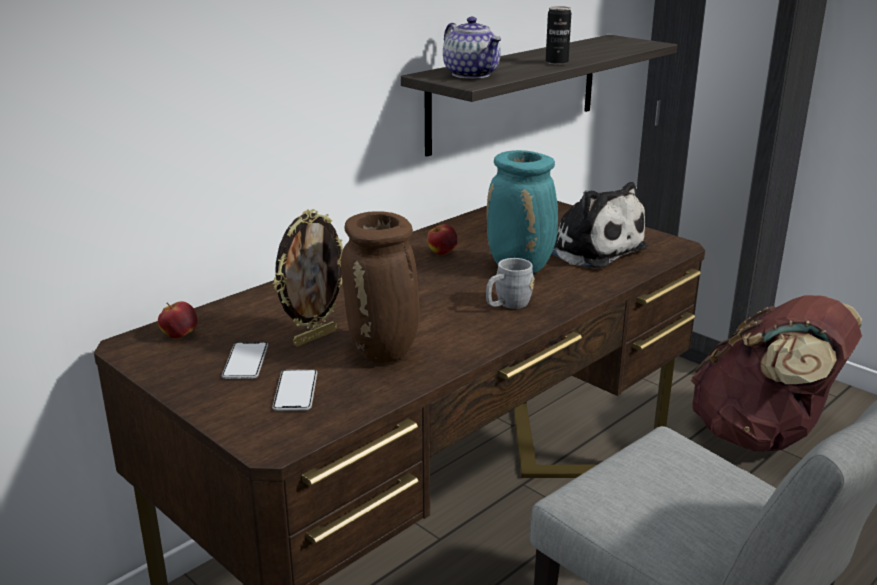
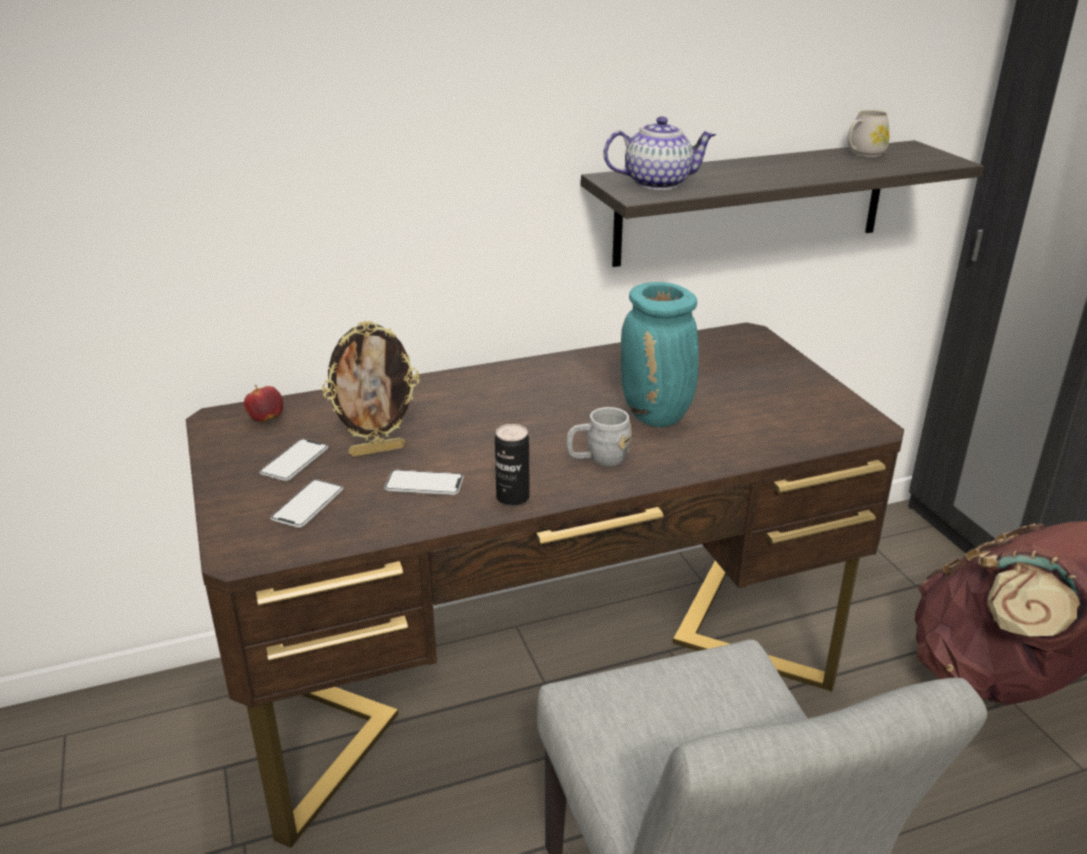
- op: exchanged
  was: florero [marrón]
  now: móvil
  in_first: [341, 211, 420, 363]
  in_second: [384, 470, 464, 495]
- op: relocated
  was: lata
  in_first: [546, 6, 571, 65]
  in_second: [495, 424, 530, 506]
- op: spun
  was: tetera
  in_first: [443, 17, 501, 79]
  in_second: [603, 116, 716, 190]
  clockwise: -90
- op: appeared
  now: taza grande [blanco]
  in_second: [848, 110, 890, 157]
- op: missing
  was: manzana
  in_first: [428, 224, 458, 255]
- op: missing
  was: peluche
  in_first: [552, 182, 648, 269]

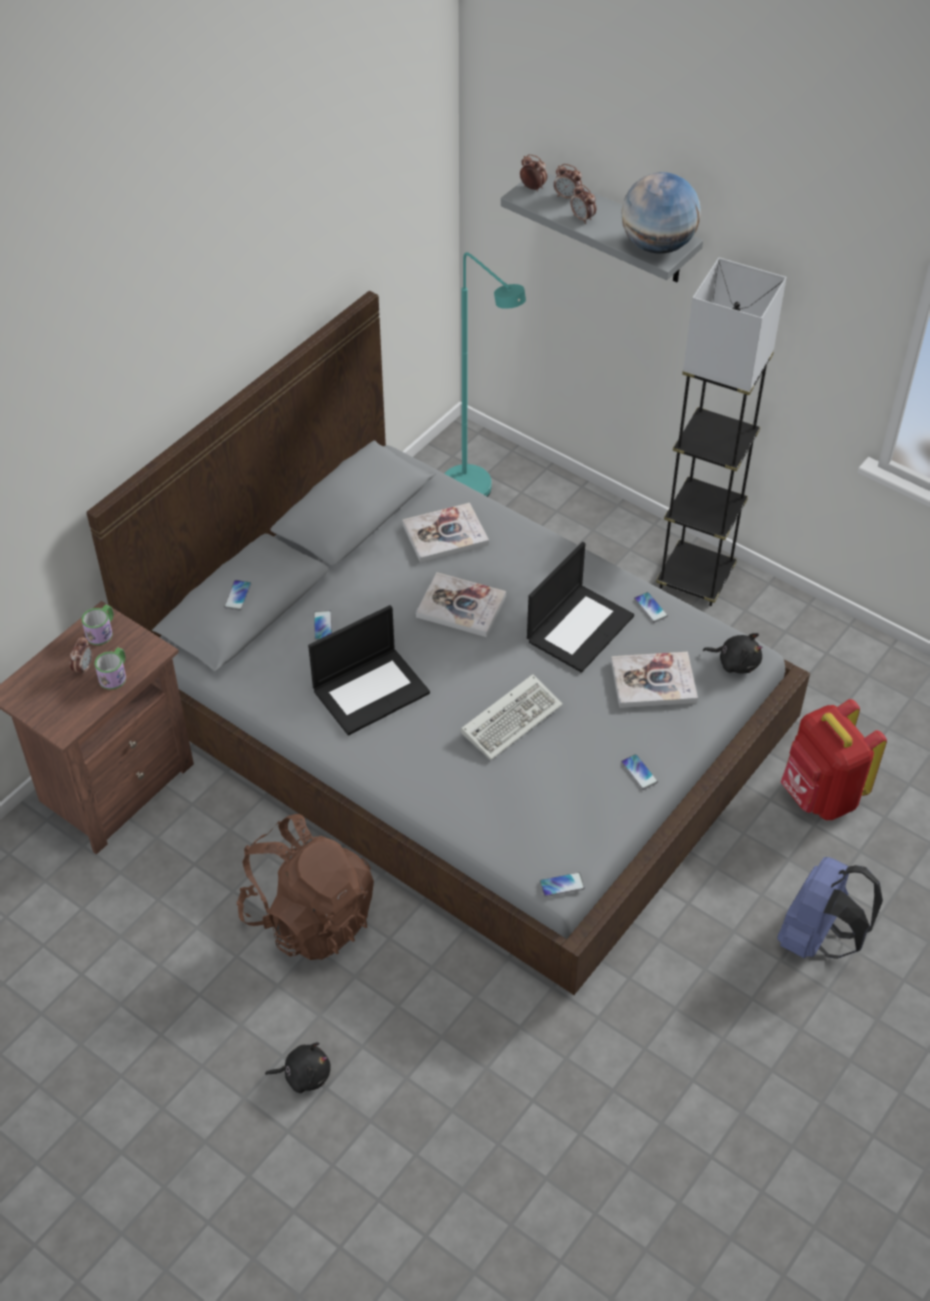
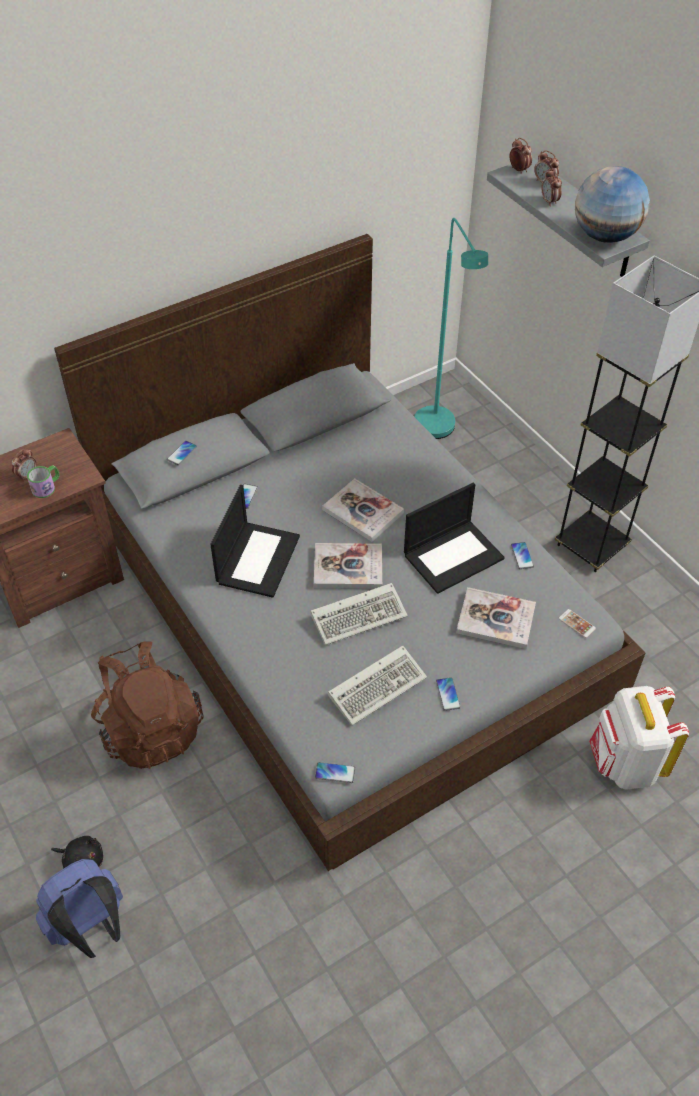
- op: relocated
  was: mochila [azul]
  in_first: [777, 857, 883, 959]
  in_second: [36, 859, 123, 958]
- op: spun
  was: portátil
  in_first: [308, 605, 430, 736]
  in_second: [210, 485, 300, 598]
  clockwise: -60
- op: relocated
  was: libro
  in_first: [402, 503, 489, 563]
  in_second: [314, 543, 382, 589]
- op: appeared
  now: teclado
  in_second: [328, 646, 427, 725]
- op: exchanged
  was: peluche [negro]
  now: móvil
  in_first: [703, 633, 762, 673]
  in_second: [559, 609, 596, 638]
- op: colour
  was: mochila [rojo]
  now: mochila [blanco]
  in_first: [781, 699, 887, 820]
  in_second: [589, 686, 689, 790]
- op: missing
  was: taza grande
  in_first: [81, 605, 114, 645]

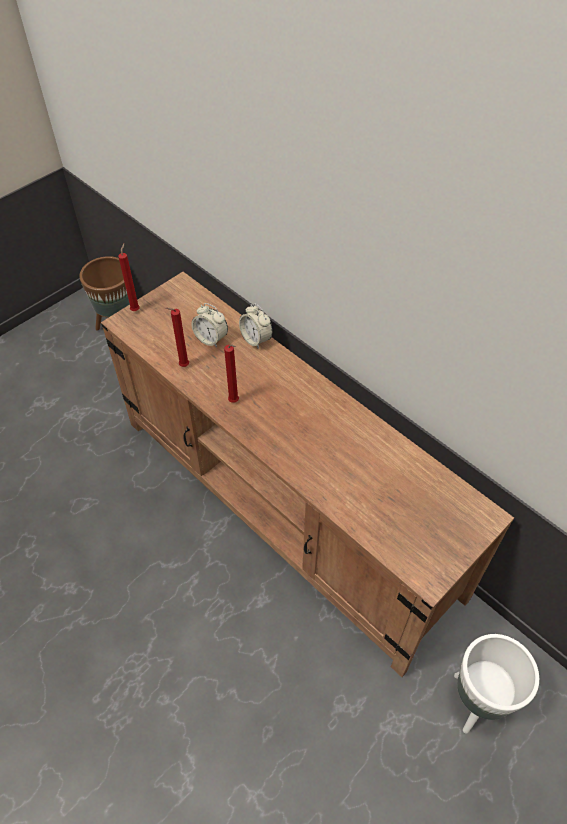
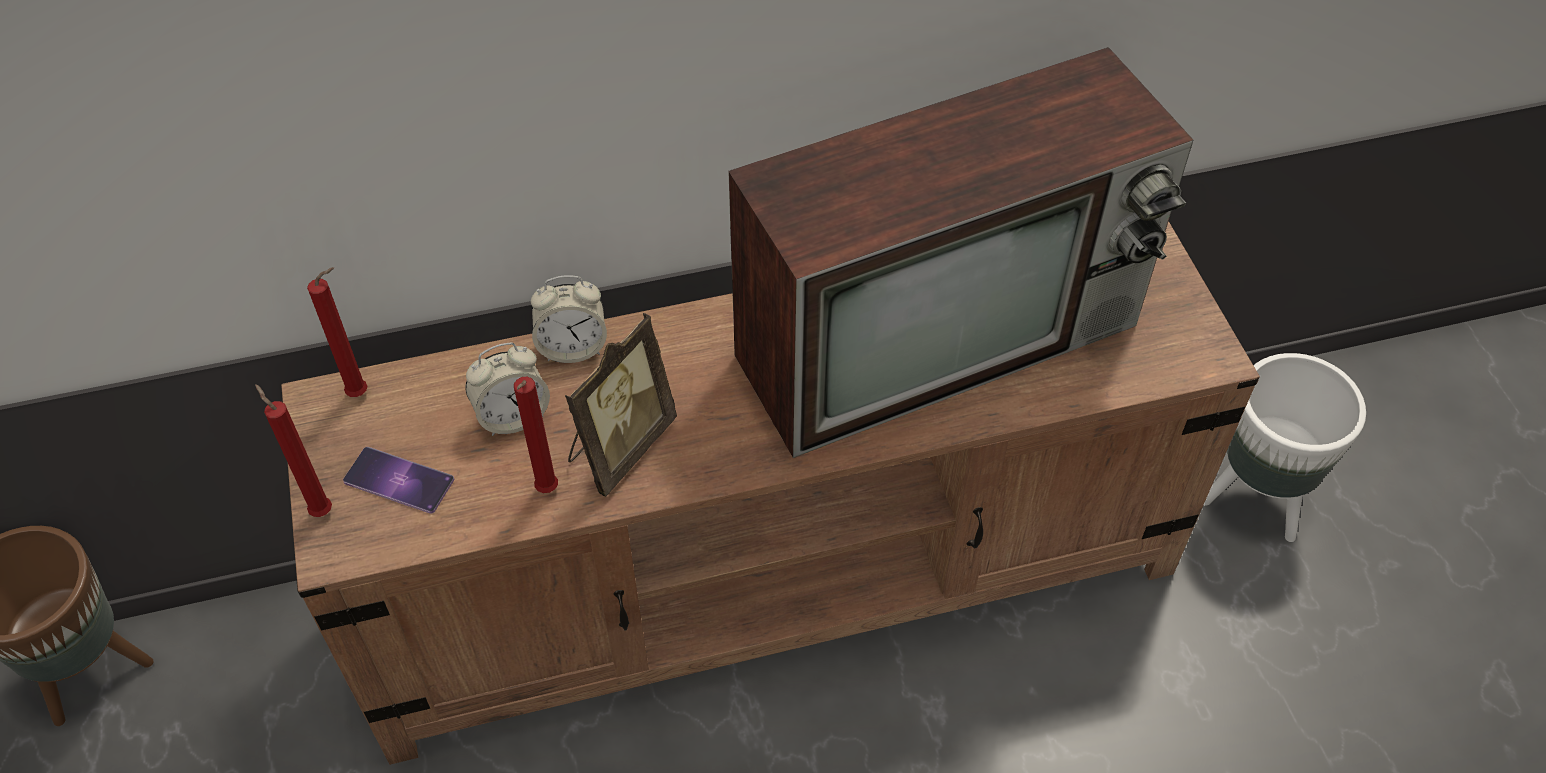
- op: relocated
  was: vela [rojo]
  in_first: [224, 344, 239, 403]
  in_second: [307, 267, 367, 397]
- op: appeared
  now: móvil
  in_second: [343, 447, 454, 514]
- op: appeared
  now: portarretratos
  in_second: [565, 313, 677, 497]
- op: appeared
  now: televisor
  in_second: [728, 47, 1193, 458]

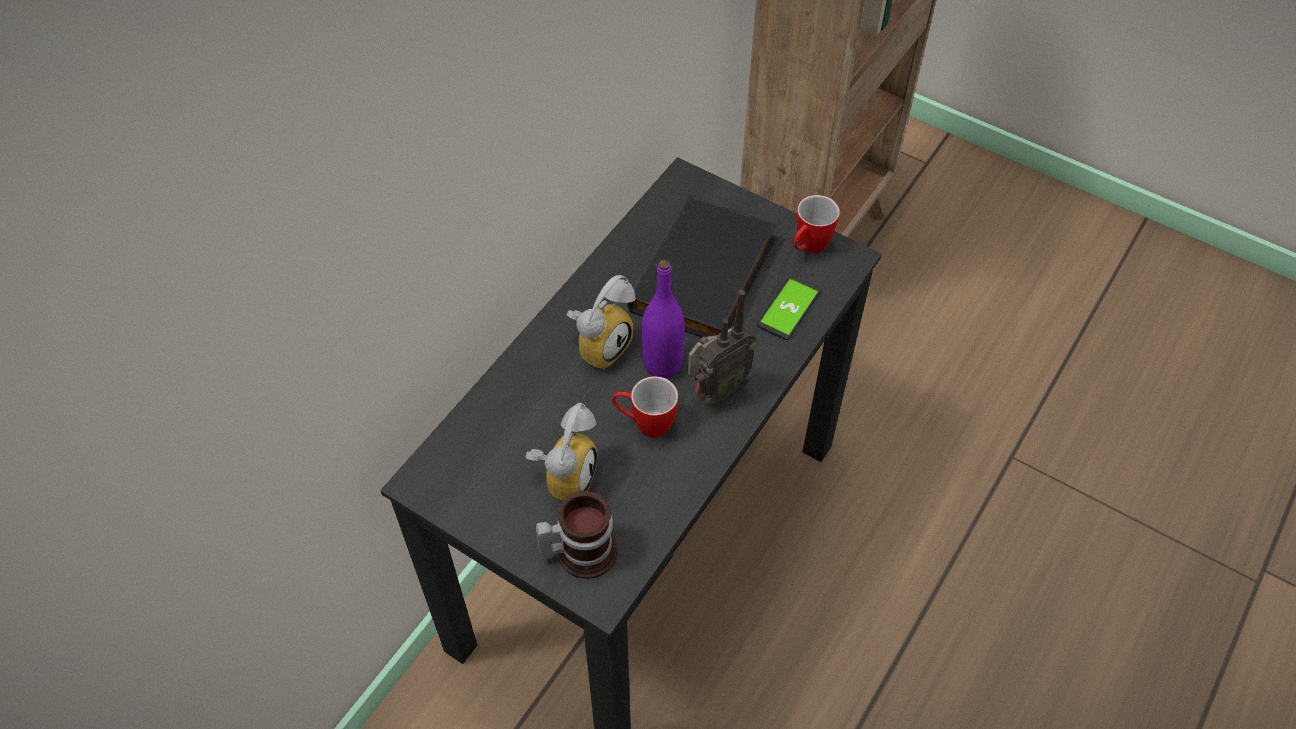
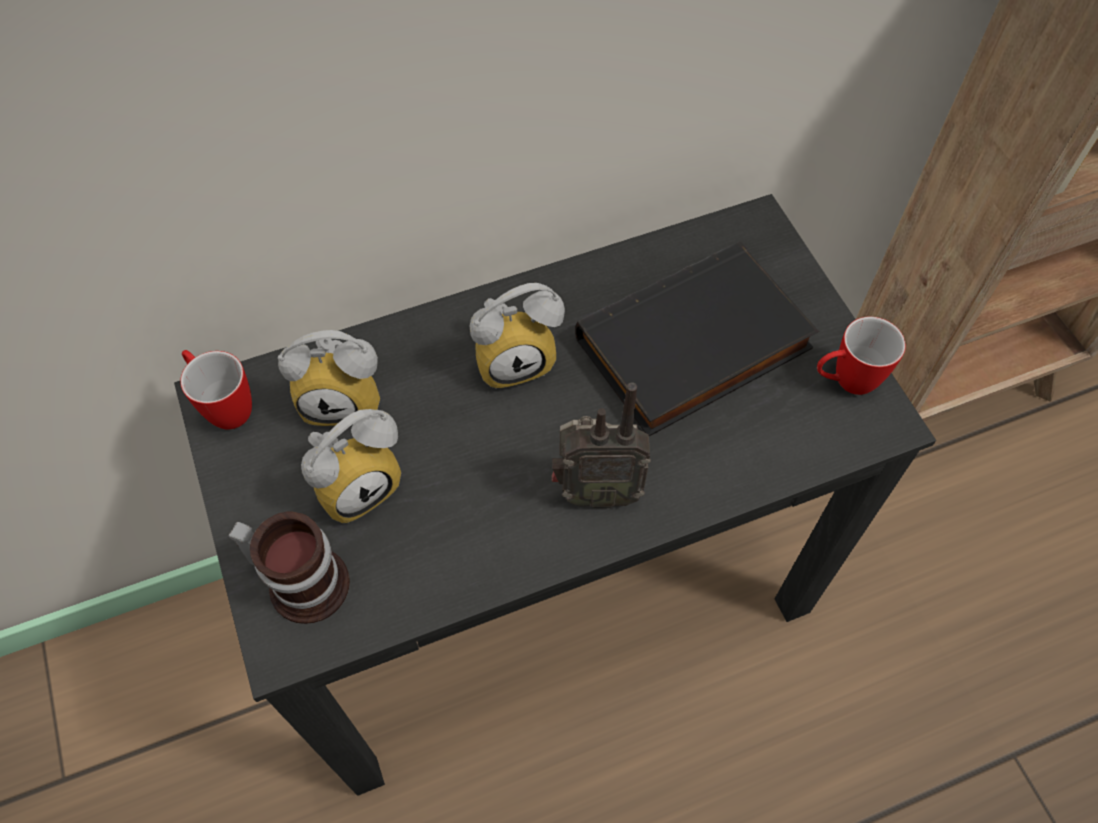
- op: relocated
  was: taza grande
  in_first: [612, 376, 678, 438]
  in_second: [180, 350, 252, 429]
- op: appeared
  now: despertador
  in_second: [278, 330, 380, 426]
- op: missing
  was: botella [morado]
  in_first: [642, 260, 685, 378]
- op: missing
  was: móvil
  in_first: [757, 276, 821, 340]

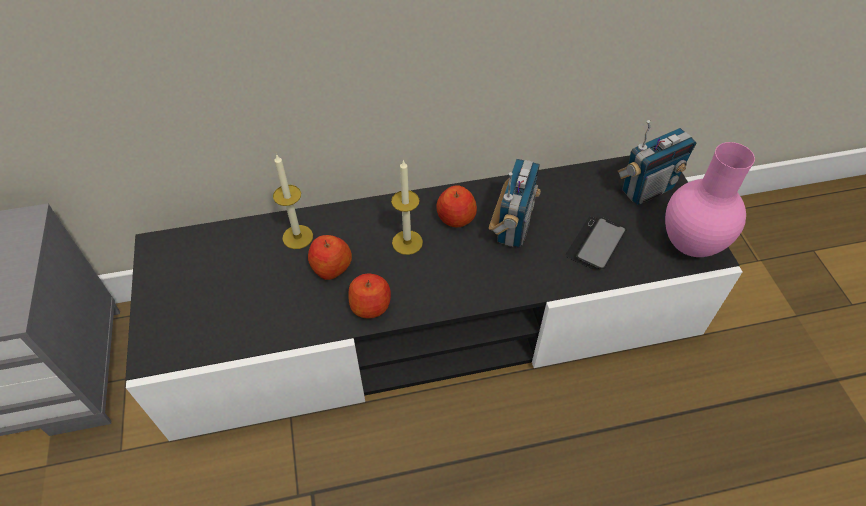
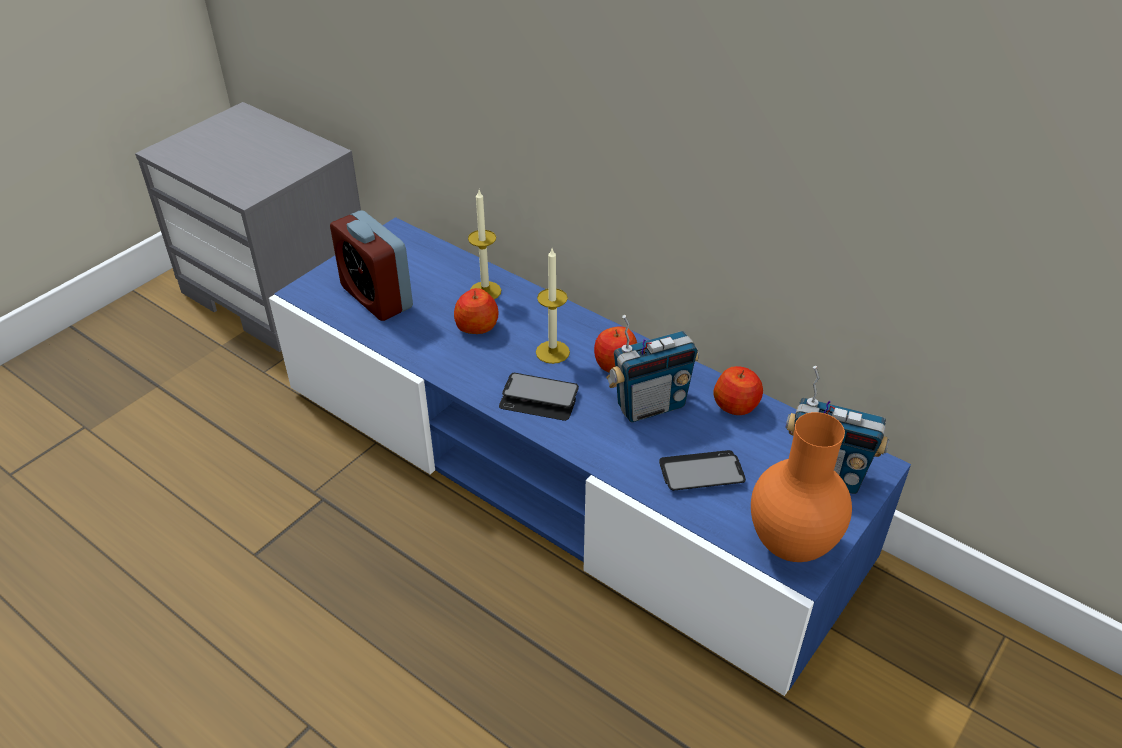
- op: colour
  was: mueble de televisión [negro]
  now: mueble de televisión [azul]
  in_first: [125, 155, 742, 441]
  in_second: [269, 217, 911, 696]
- op: appeared
  now: despertador
  in_second: [330, 210, 413, 321]
- op: appeared
  now: móvil
  in_second: [499, 373, 579, 421]
- op: relocated
  was: manzana
  in_first: [349, 274, 391, 318]
  in_second: [713, 366, 763, 415]
- op: colour
  was: florero [rosa]
  now: florero [naranja]
  in_first: [665, 142, 755, 257]
  in_second: [751, 412, 852, 562]

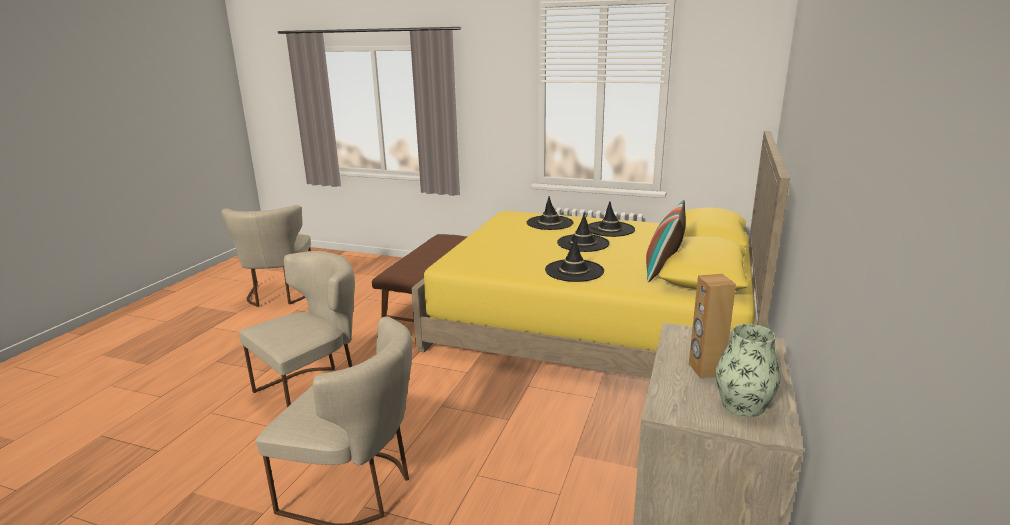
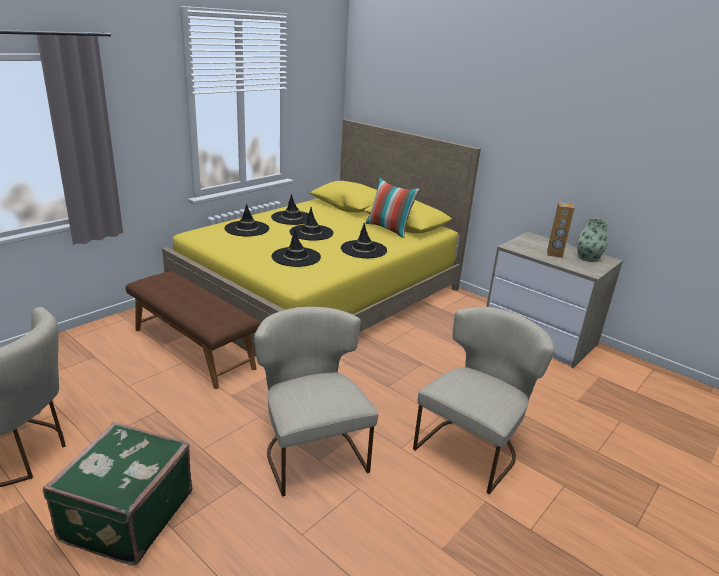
- op: appeared
  now: maleta [verde]
  in_second: [43, 422, 193, 566]
- op: appeared
  now: sombrero [negro]
  in_second: [271, 229, 321, 267]

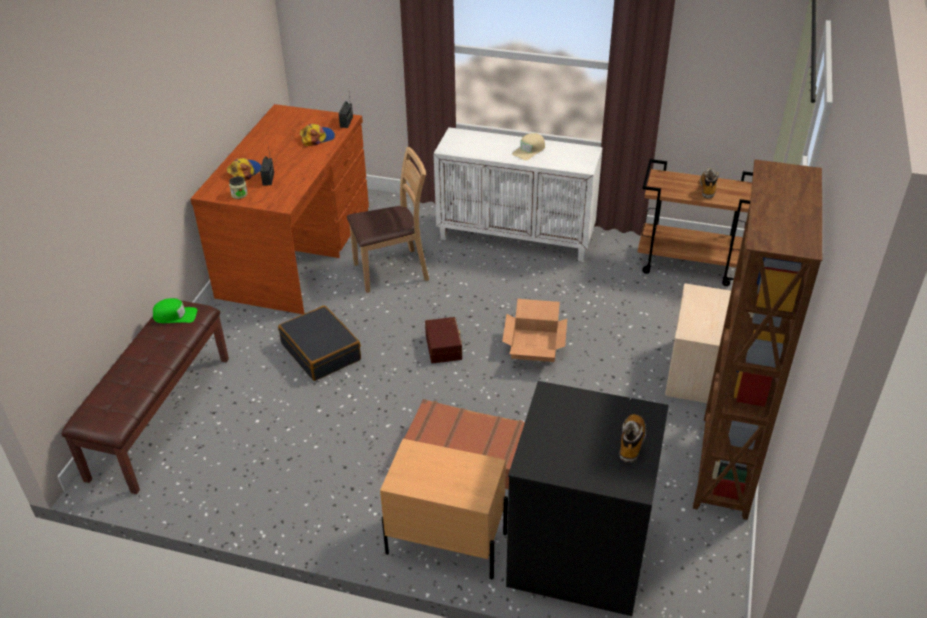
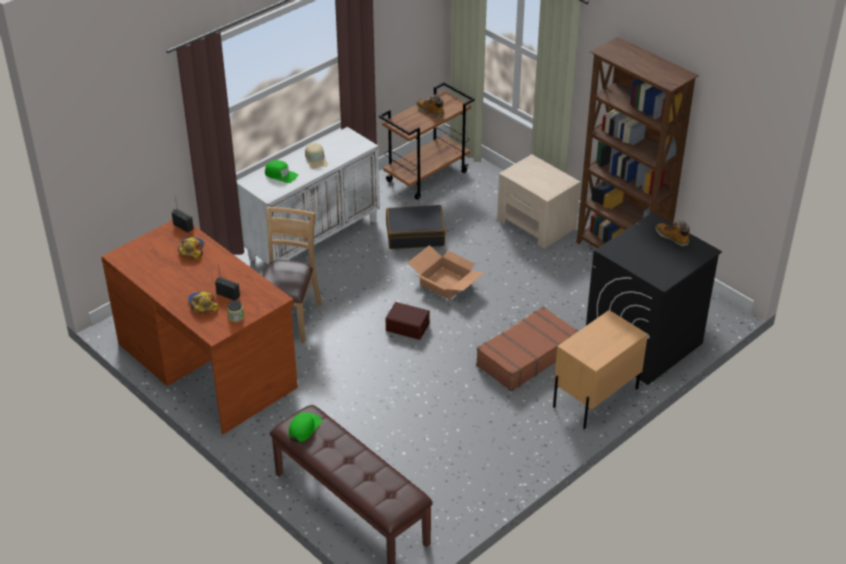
- op: appeared
  now: gorra [verde]
  in_second: [265, 160, 298, 183]
- op: relocated
  was: maleta [negro]
  in_first: [278, 306, 361, 381]
  in_second: [386, 205, 445, 249]

